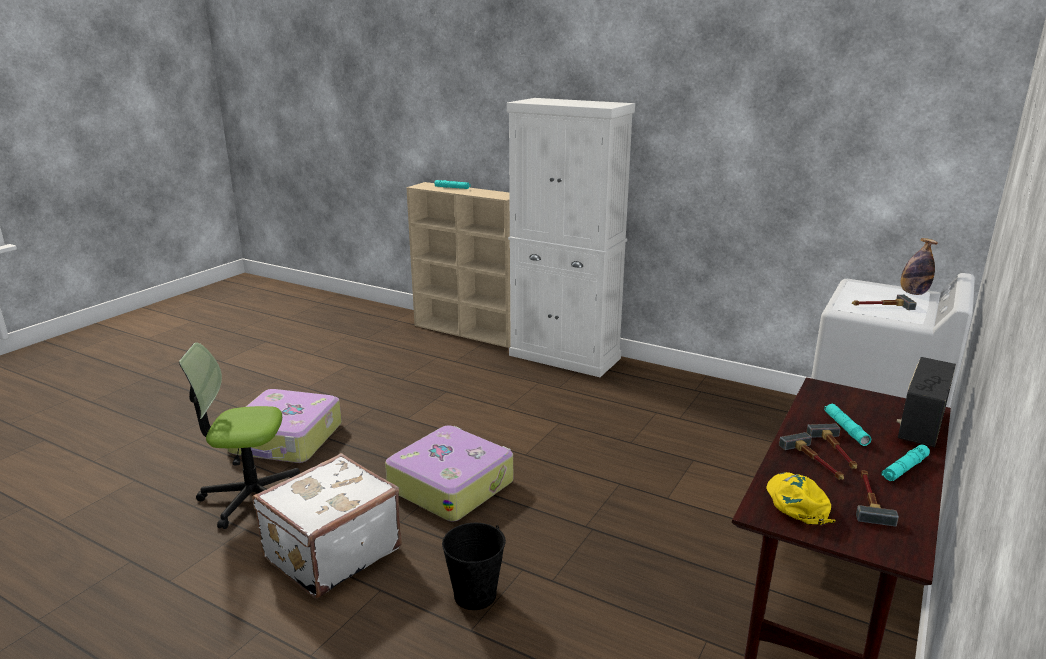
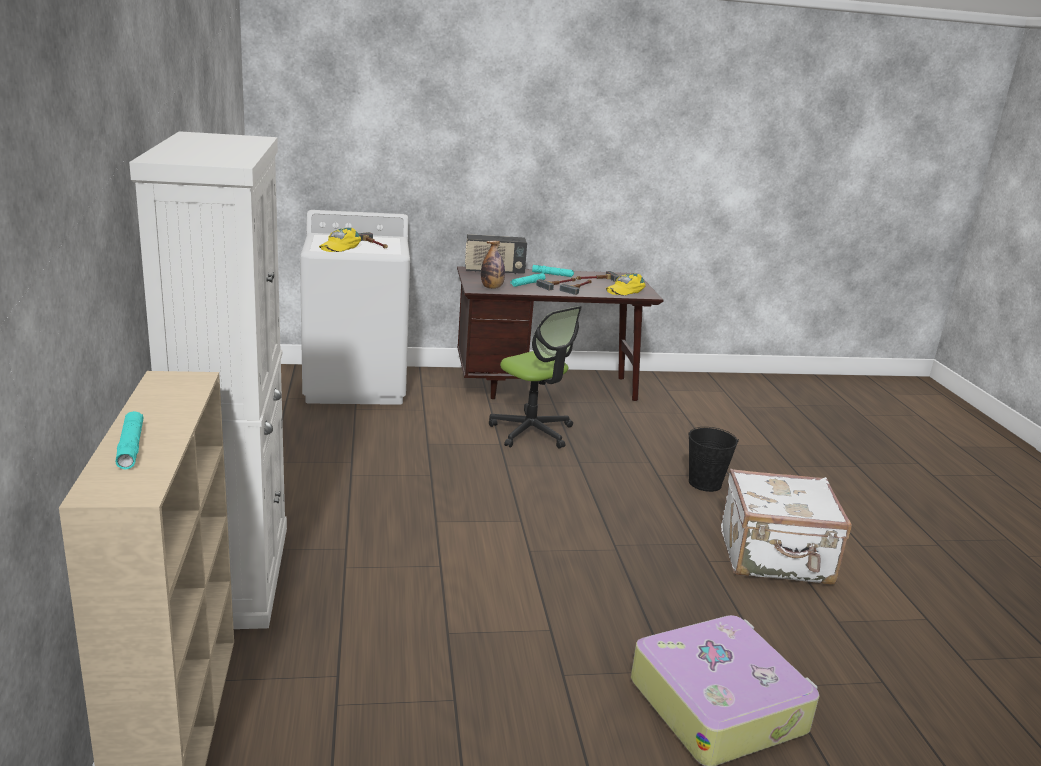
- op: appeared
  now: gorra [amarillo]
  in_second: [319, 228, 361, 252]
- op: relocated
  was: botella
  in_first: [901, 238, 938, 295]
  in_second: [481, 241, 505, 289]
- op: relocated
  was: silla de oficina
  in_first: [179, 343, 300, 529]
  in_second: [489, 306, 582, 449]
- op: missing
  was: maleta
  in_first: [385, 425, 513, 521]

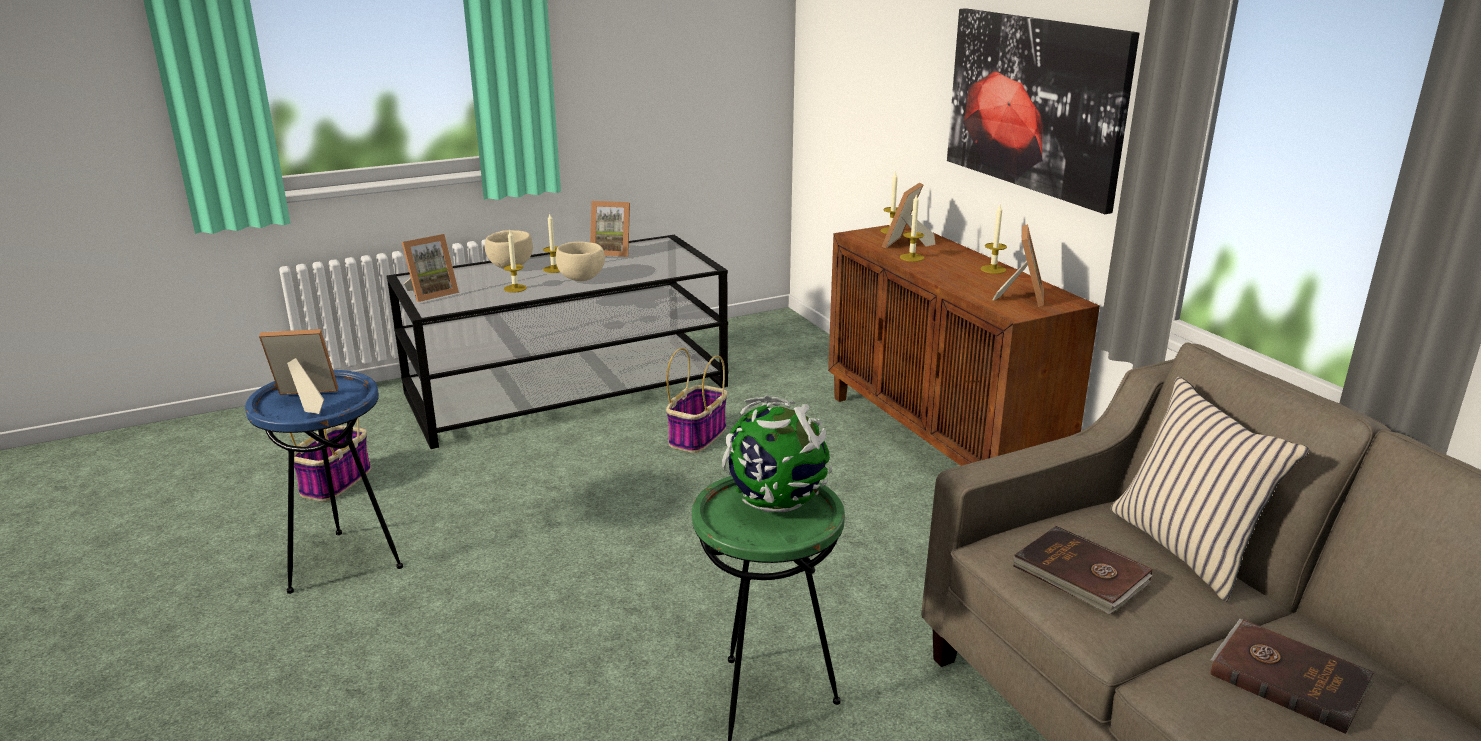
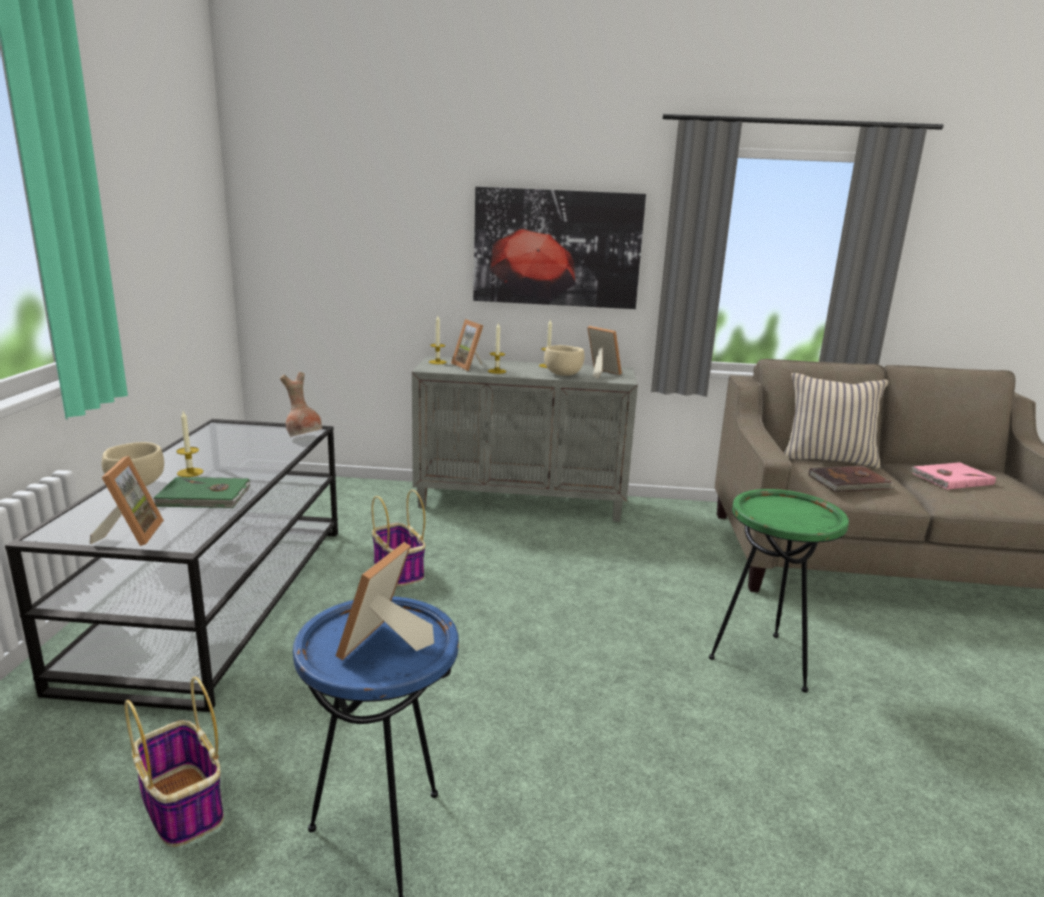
- op: exchanged
  was: vela
  now: libro [verde]
  in_first: [504, 231, 527, 293]
  in_second: [154, 477, 250, 508]
- op: appeared
  now: florero [marrón]
  in_second: [280, 372, 322, 437]
- op: colour
  was: armario [marrón]
  now: armario [gris]
  in_first: [828, 225, 1100, 466]
  in_second: [412, 356, 638, 522]
- op: relocated
  was: cuenco [beis]
  in_first: [556, 241, 605, 281]
  in_second: [544, 345, 584, 376]
- op: colour
  was: libro [marrón]
  now: libro [rosa]
  in_first: [1210, 619, 1374, 734]
  in_second: [910, 462, 996, 490]
- op: missing
  was: portarretratos
  in_first: [590, 201, 630, 257]
- op: missing
  was: globo terráqueo
  in_first: [722, 395, 832, 512]

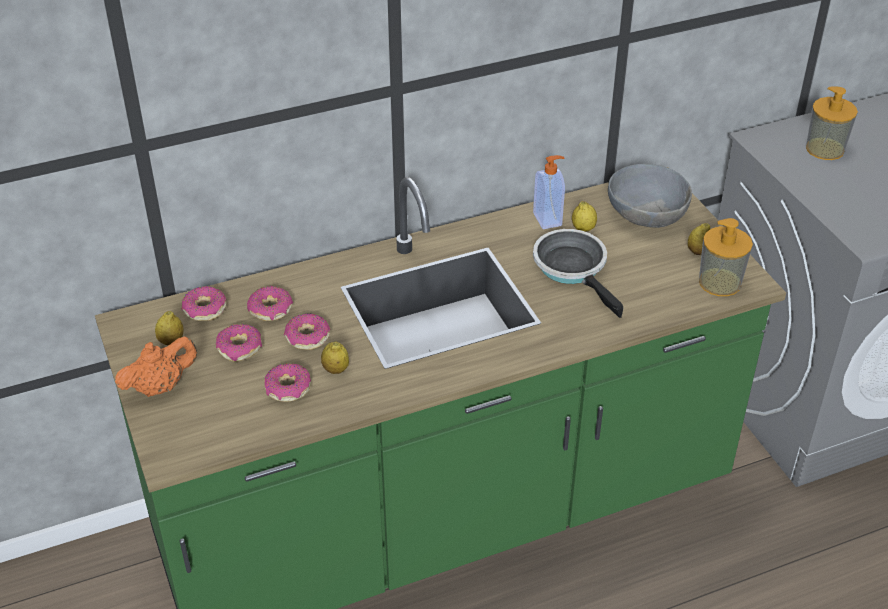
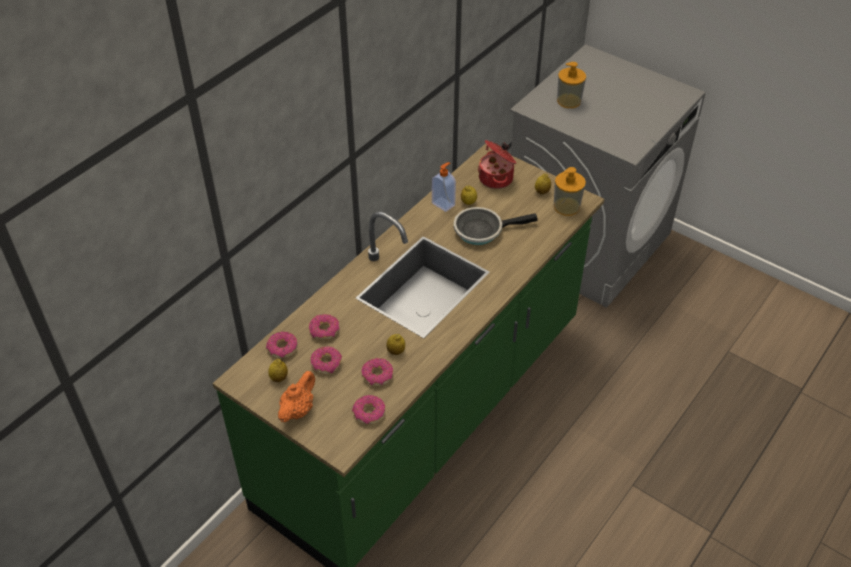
- op: relocated
  was: rosquilla
  in_first: [284, 314, 330, 350]
  in_second: [352, 395, 385, 424]
- op: spun
  was: sartén
  in_first: [533, 229, 623, 318]
  in_second: [454, 207, 538, 245]
  clockwise: -45
- op: exchanged
  was: cuenco [gris]
  now: olla
  in_first: [608, 164, 692, 228]
  in_second: [478, 140, 516, 189]

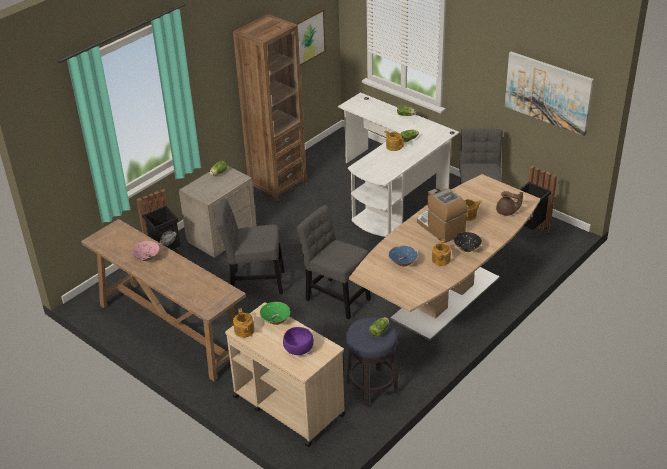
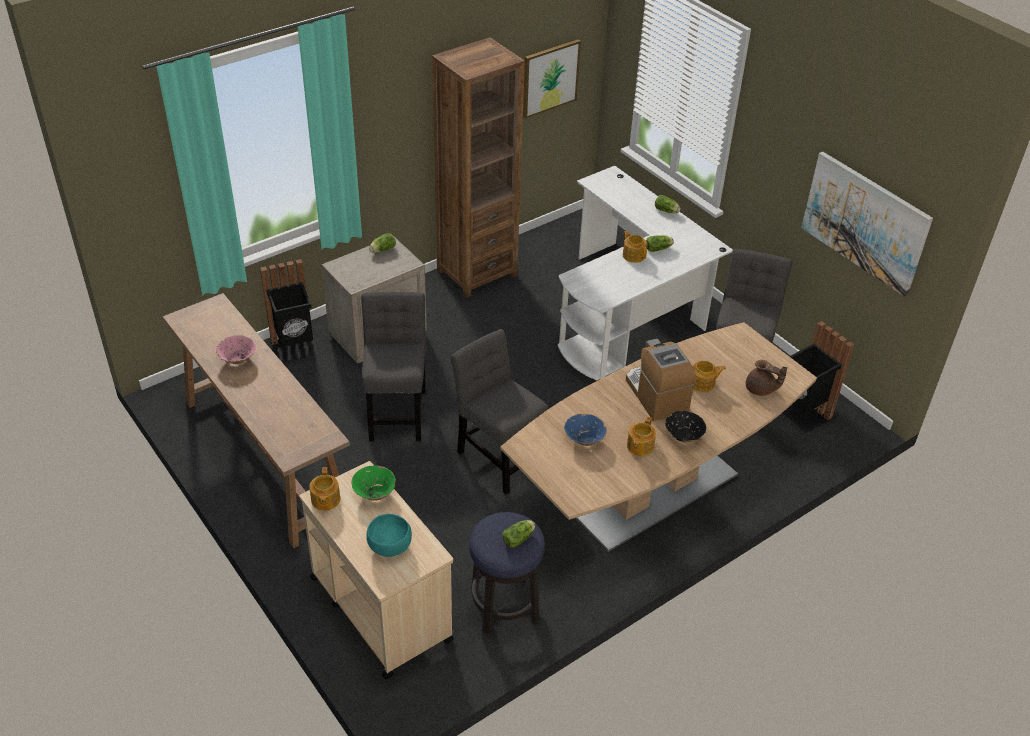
- op: spun
  was: silla [gris]
  in_first: [217, 198, 284, 294]
  in_second: [361, 292, 426, 442]
  clockwise: 75
- op: colour
  was: cuenco [morado]
  now: cuenco [turquesa]
  in_first: [283, 327, 314, 355]
  in_second: [366, 514, 412, 557]

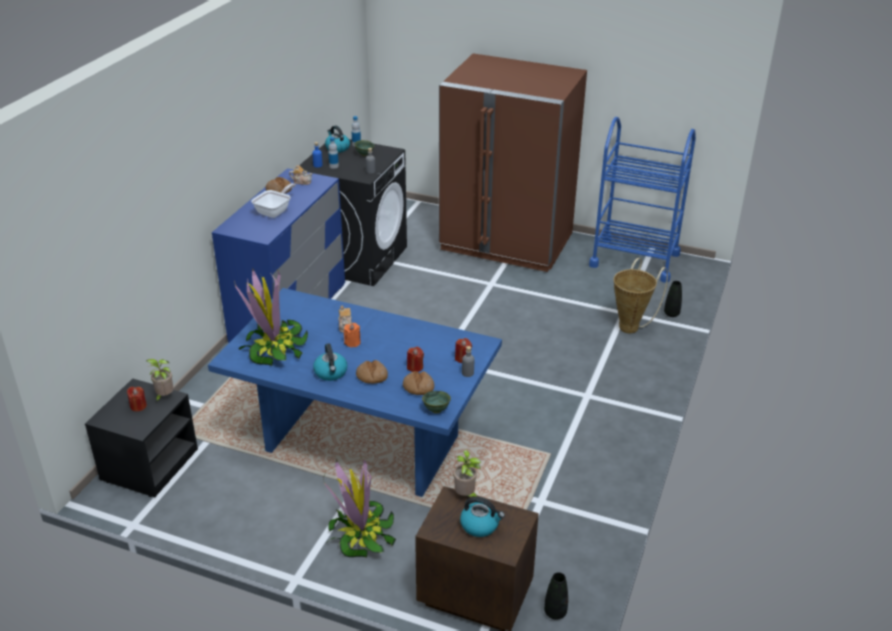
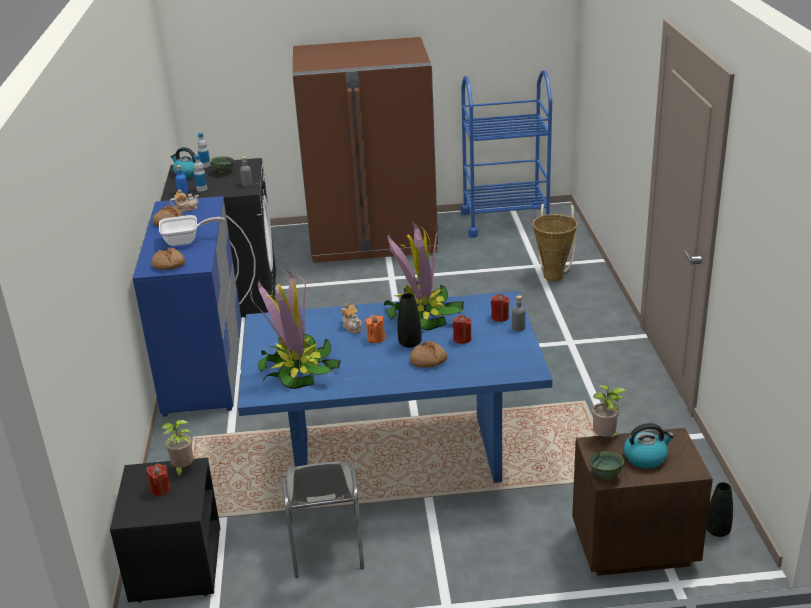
- op: relocated
  was: pan
  in_first: [403, 371, 435, 395]
  in_second: [151, 248, 185, 270]
- op: spun
  was: sartén
  in_first: [251, 183, 296, 218]
  in_second: [159, 215, 225, 246]
  clockwise: 75
- op: appeared
  now: silla [gris]
  in_second: [282, 461, 364, 578]
- op: relocated
  was: planta en maceta
  in_first: [323, 456, 396, 558]
  in_second: [383, 220, 464, 330]
- op: relocated
  was: florero [negro]
  in_first: [664, 281, 682, 317]
  in_second: [398, 293, 422, 348]
- op: relocated
  was: cuenco [verde]
  in_first: [422, 391, 451, 413]
  in_second: [589, 451, 624, 479]
- op: missing
  was: hervidor
  in_first: [313, 343, 348, 381]

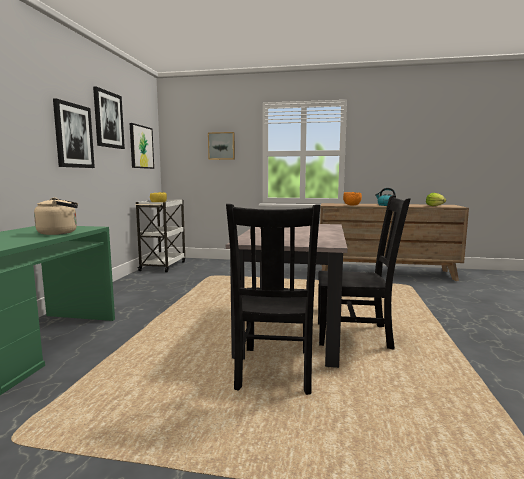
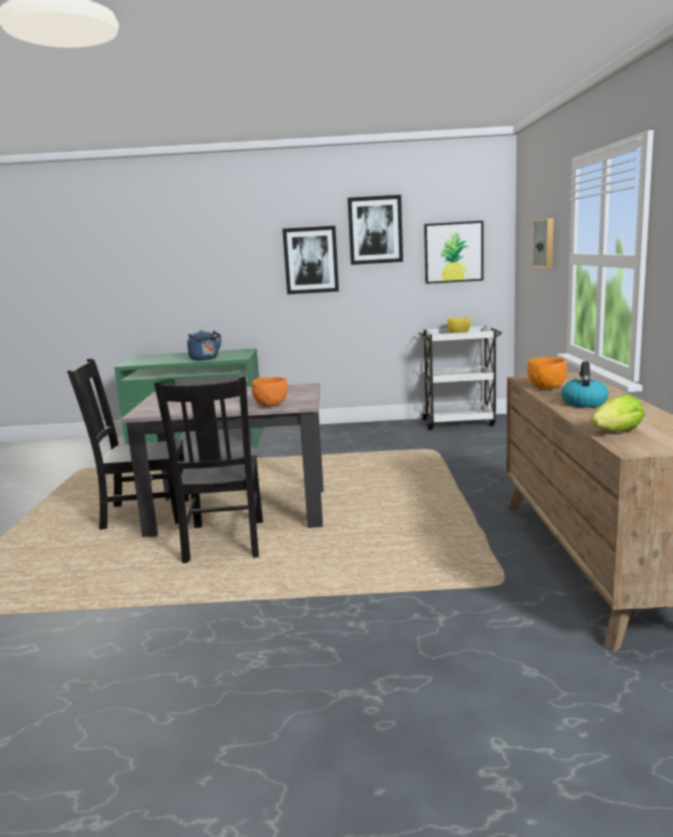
- op: colour
  was: hervidor [beis]
  now: hervidor [azul]
  in_first: [34, 197, 78, 235]
  in_second: [187, 330, 221, 360]
- op: appeared
  now: cuenco [naranja]
  in_second: [252, 377, 288, 406]

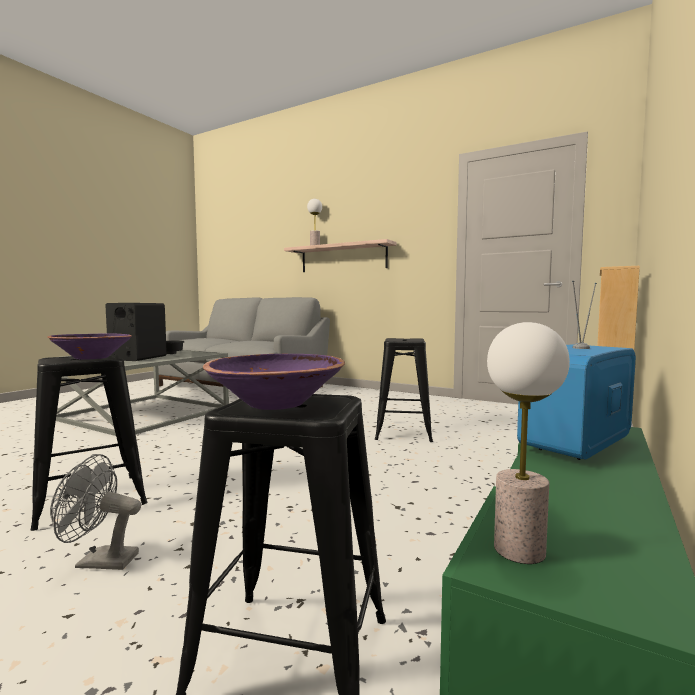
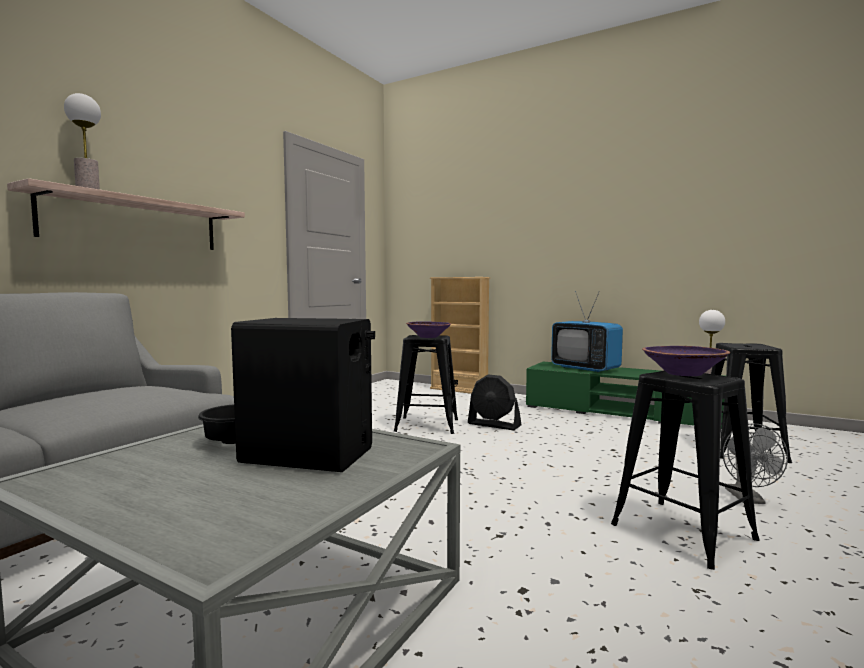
- op: relocated
  was: cuenco [morado]
  in_first: [203, 354, 345, 410]
  in_second: [406, 321, 451, 338]
- op: appeared
  now: ventilador [negro]
  in_second: [468, 375, 521, 430]

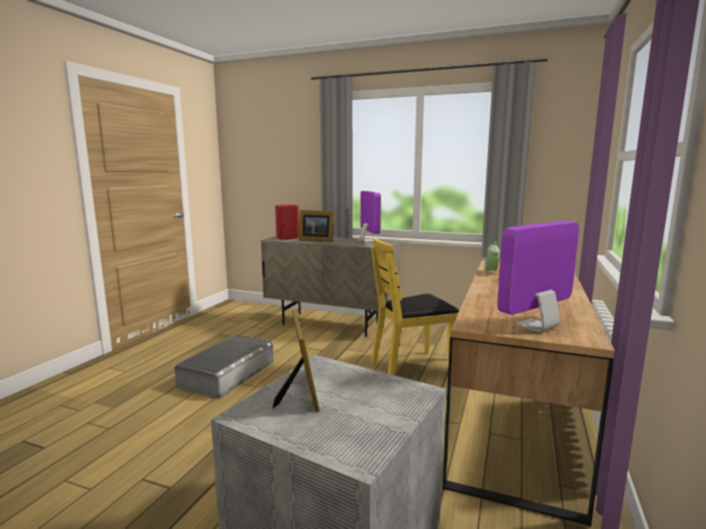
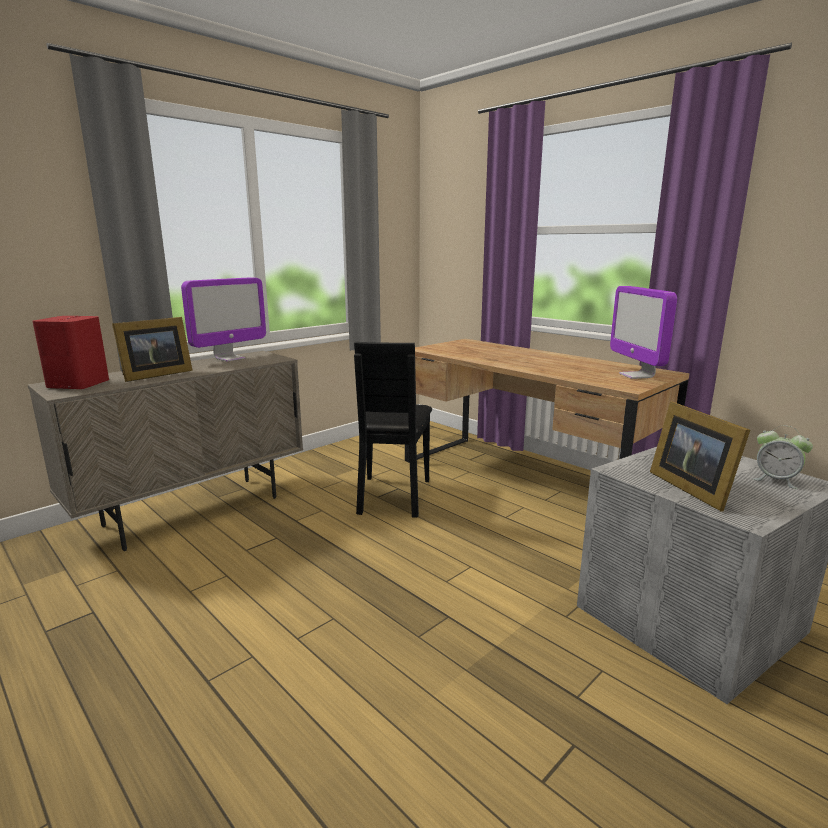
- op: spun
  was: monitor
  in_first: [360, 191, 381, 242]
  in_second: [181, 277, 266, 362]
  clockwise: 120
- op: colour
  was: silla [amarillo]
  now: silla [negro]
  in_first: [371, 239, 459, 375]
  in_second: [354, 342, 432, 517]
- op: spun
  was: portarretratos
  in_first: [273, 309, 319, 412]
  in_second: [650, 402, 750, 512]
  clockwise: -120
- op: relocated
  was: despertador
  in_first: [484, 242, 500, 275]
  in_second: [753, 425, 813, 489]
- op: missing
  was: caja de almacenaje [gris]
  in_first: [174, 335, 274, 398]

